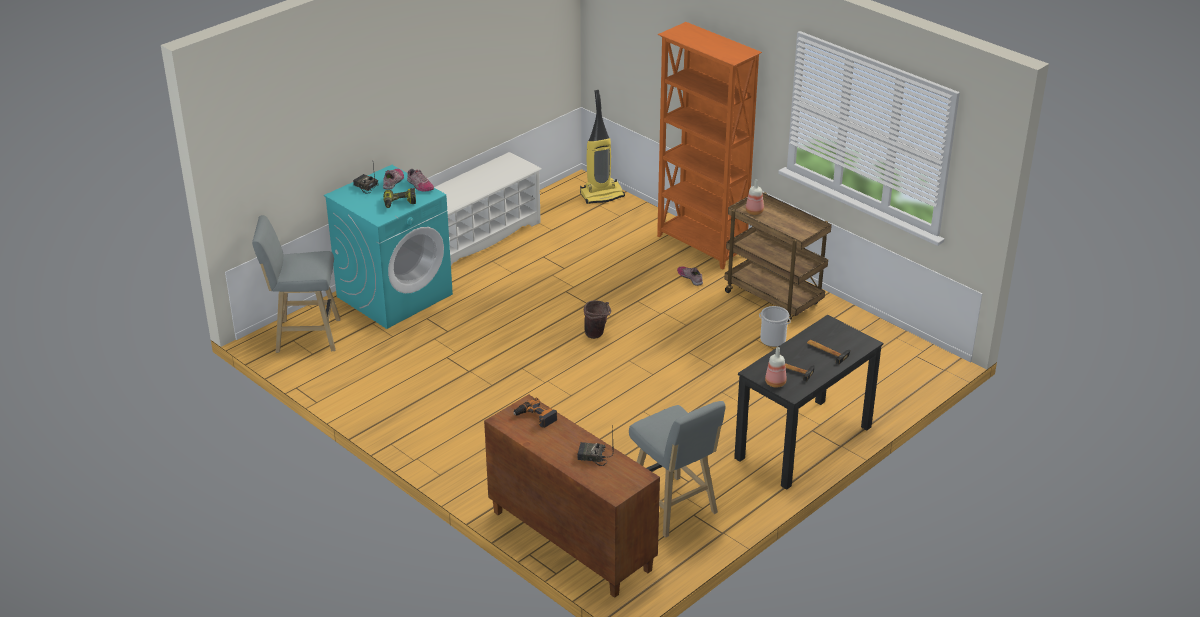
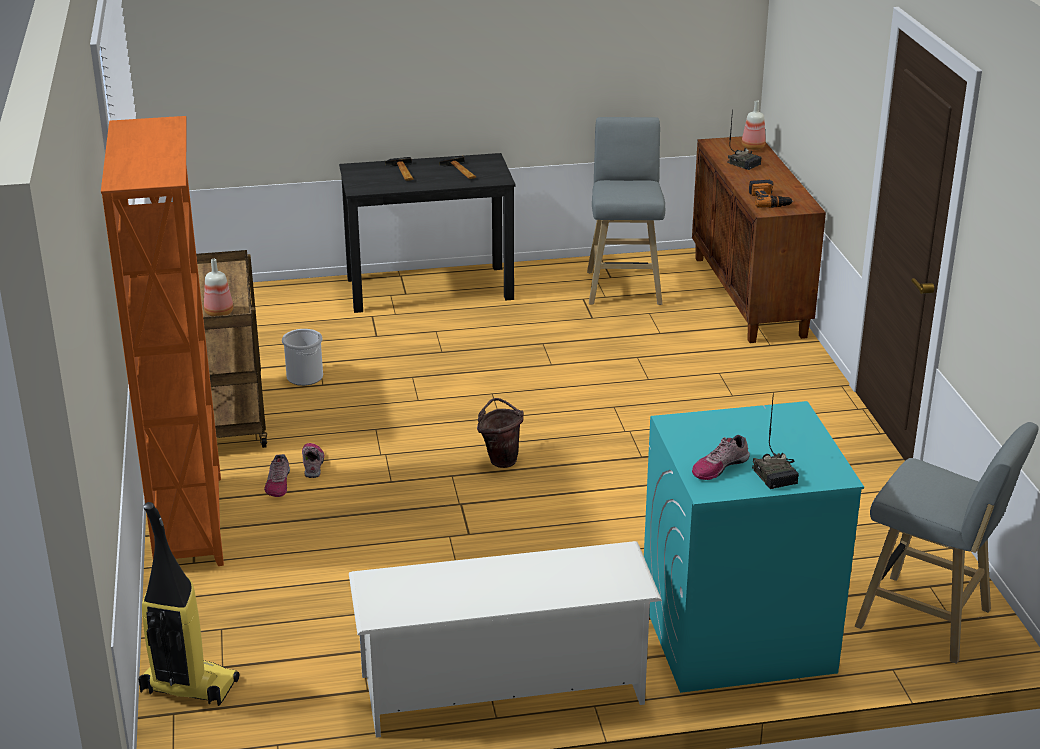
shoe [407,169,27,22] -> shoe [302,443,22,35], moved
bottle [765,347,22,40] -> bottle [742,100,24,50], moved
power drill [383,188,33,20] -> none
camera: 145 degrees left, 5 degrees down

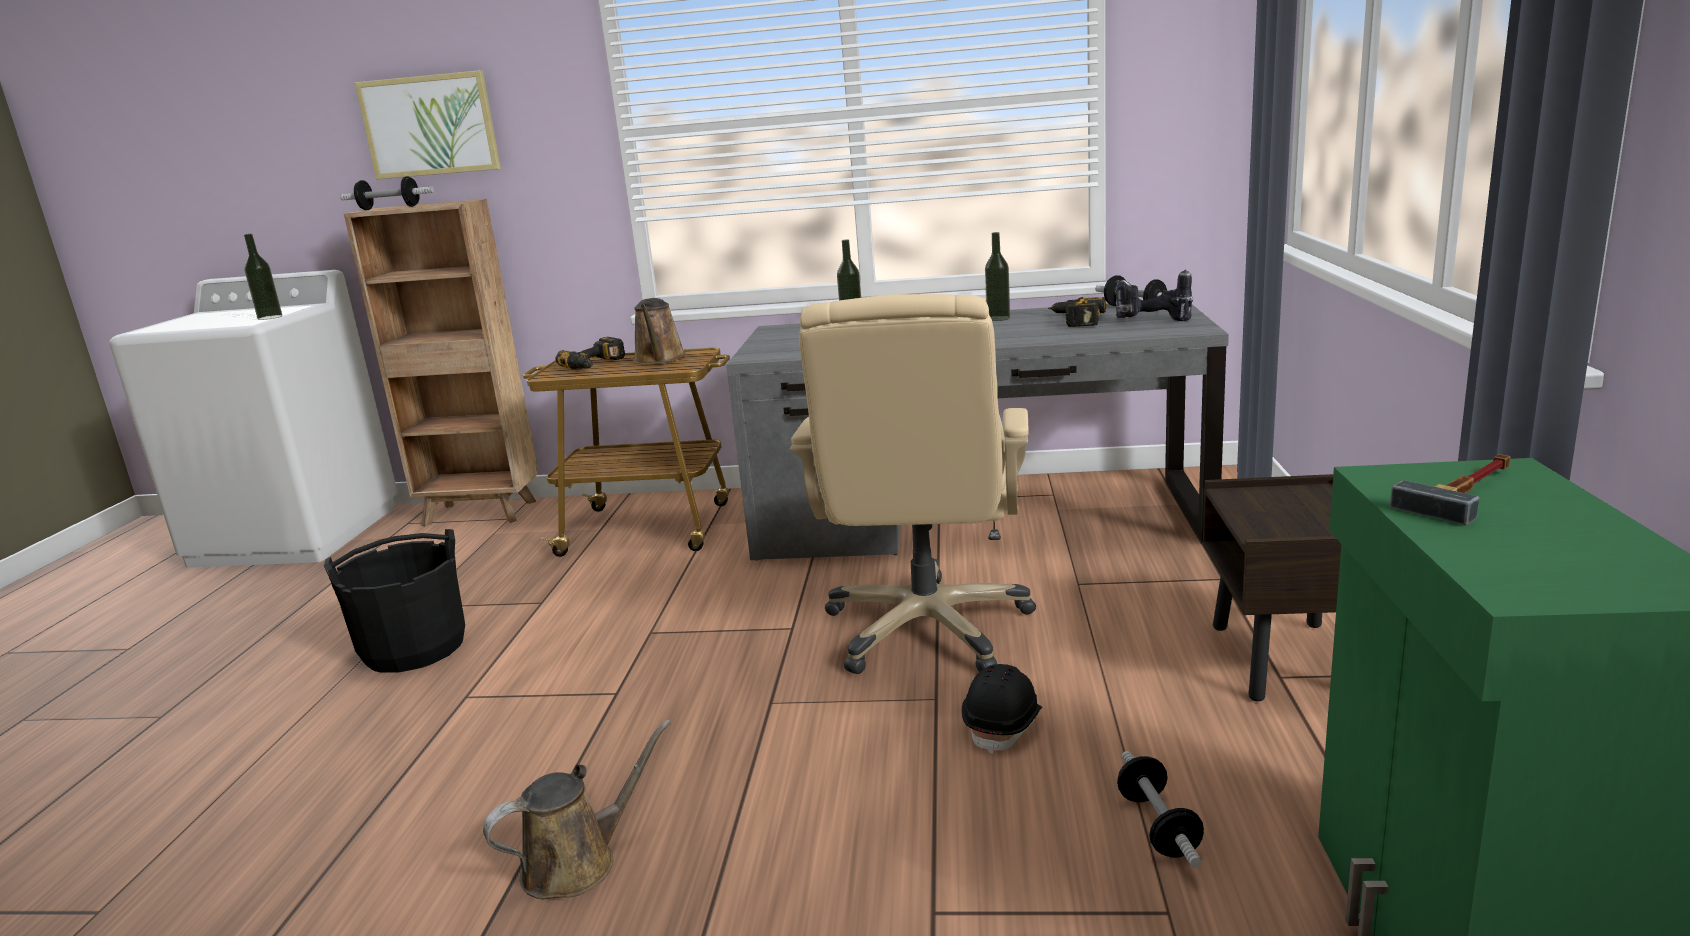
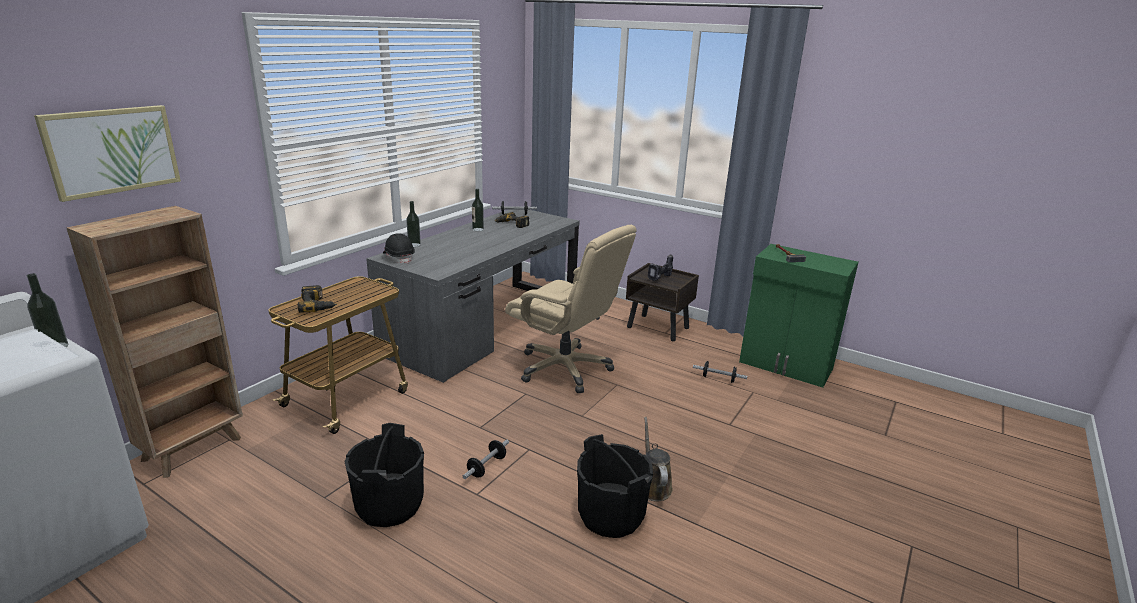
black hard hat [962,664,80,90] -> black hard hat [383,233,32,30], moved
dumbbell [340,176,94,34] -> dumbbell [463,439,46,40], moved
none -> black bucket [577,434,76,104]
power drill [1115,270,78,51] -> power drill [648,255,25,26], moved
brown watering can [634,298,52,67] -> none
camera: 65 degrees left, 5 degrees up

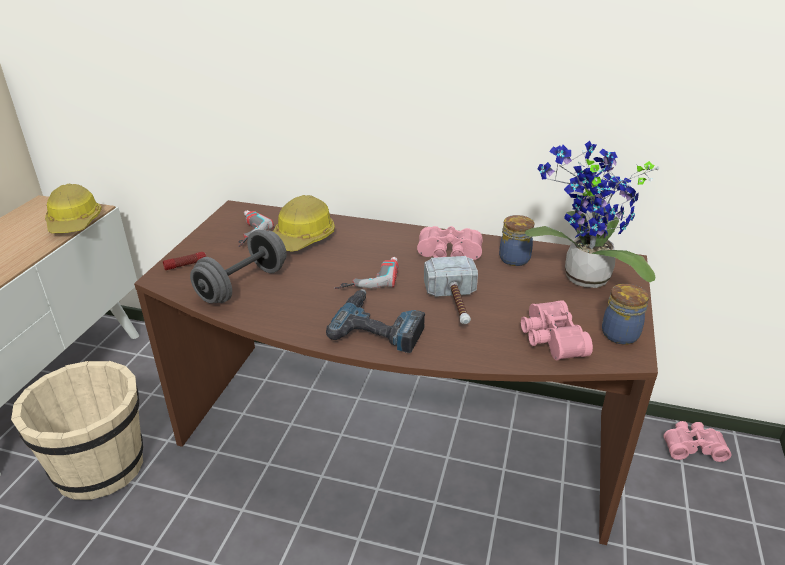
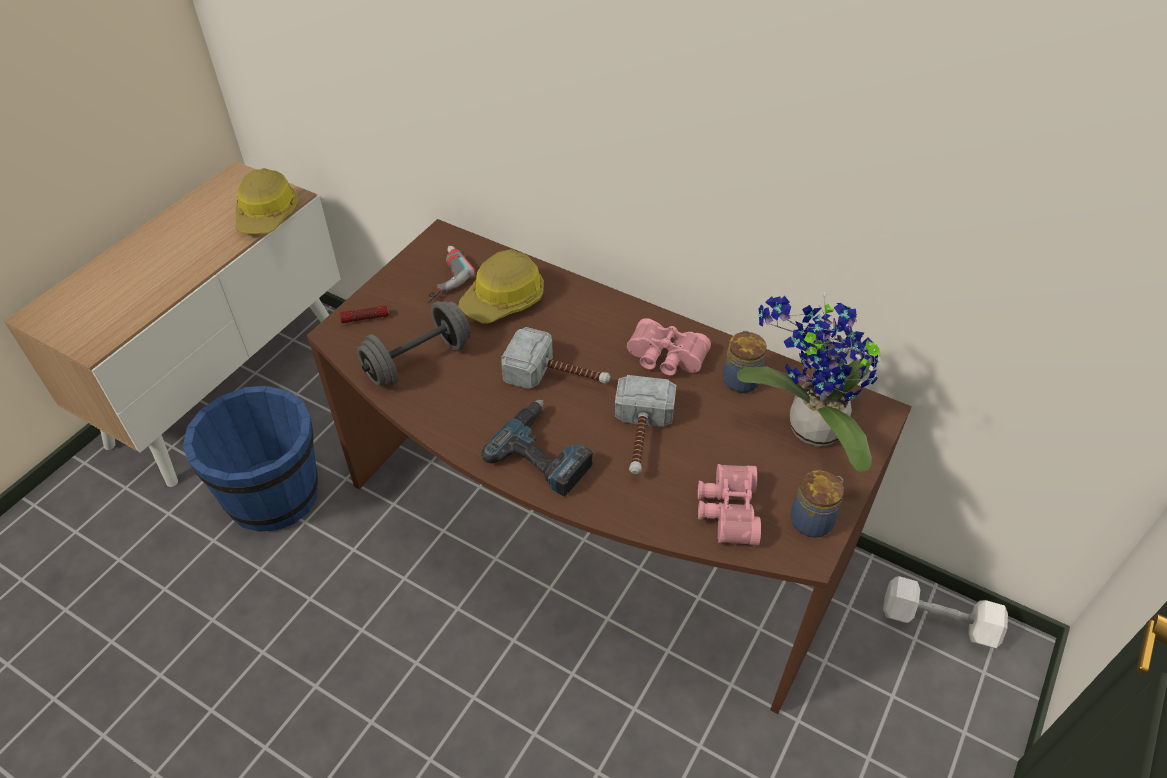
beige bucket [11,361,132,139] -> blue bucket [183,386,135,146]
power drill [334,257,65,32] -> hammer [501,327,109,62]
pink binoculars [664,421,67,41] -> white dumbbell [883,576,125,72]
camera: 15 degrees right, 15 degrees up

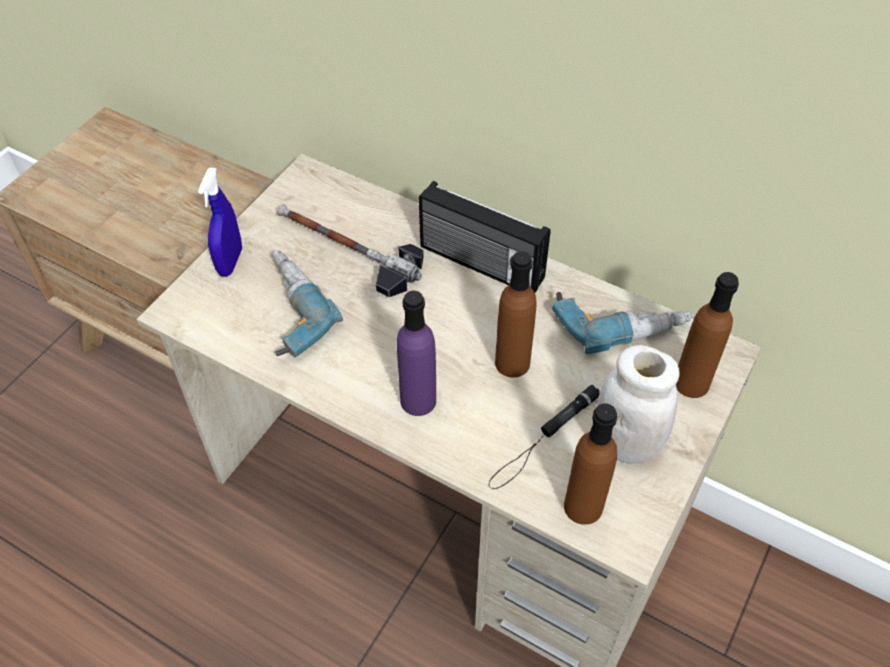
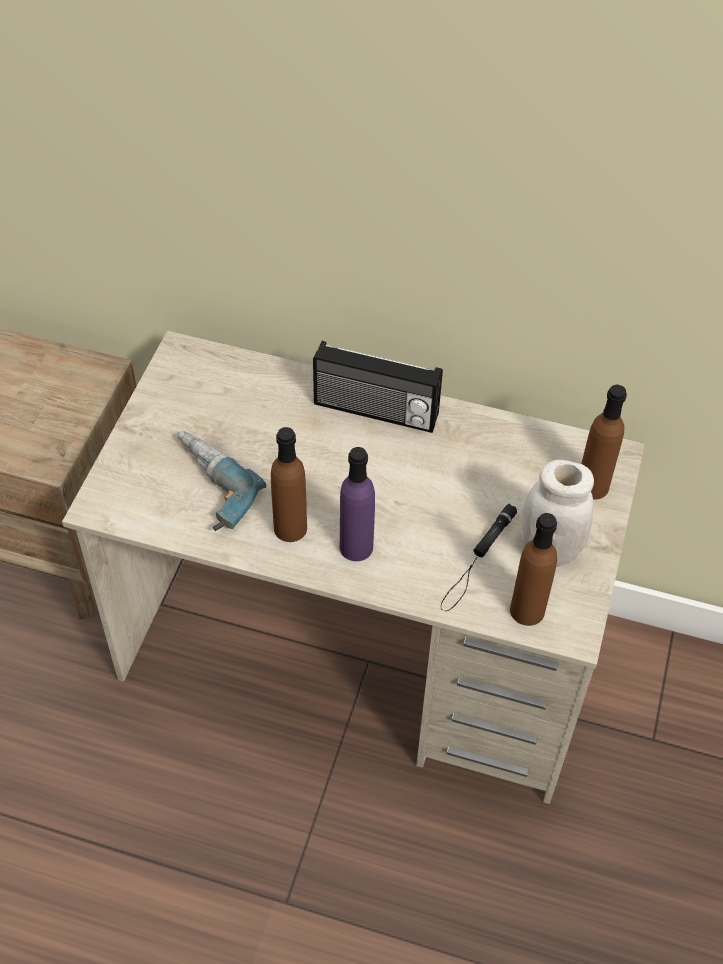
brown bottle [495,251,42,127] -> brown bottle [271,427,36,115], moved
blue spray bottle [198,167,44,110] -> none
hammer [277,204,147,93] -> none
power drill [552,292,142,62] -> none
camera: 15 degrees left, 0 degrees up

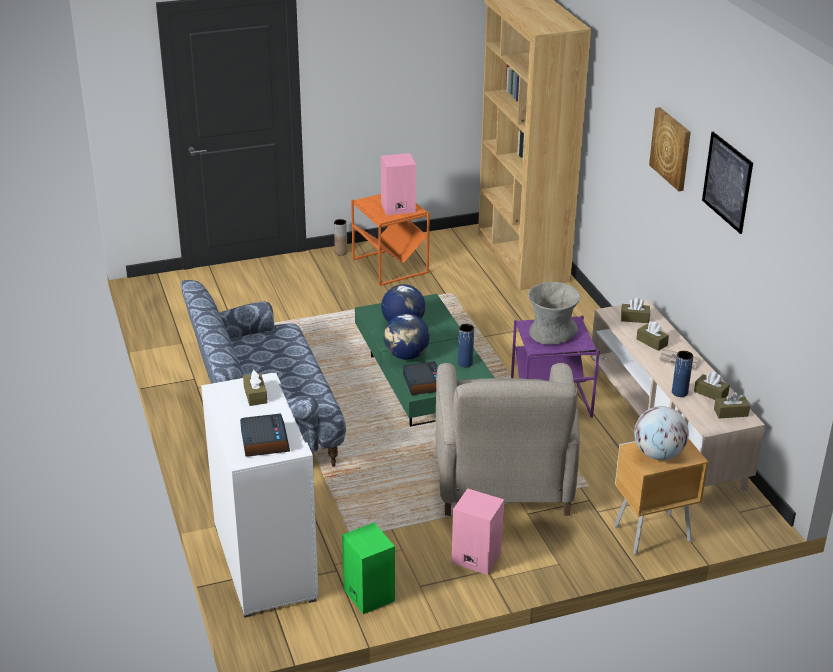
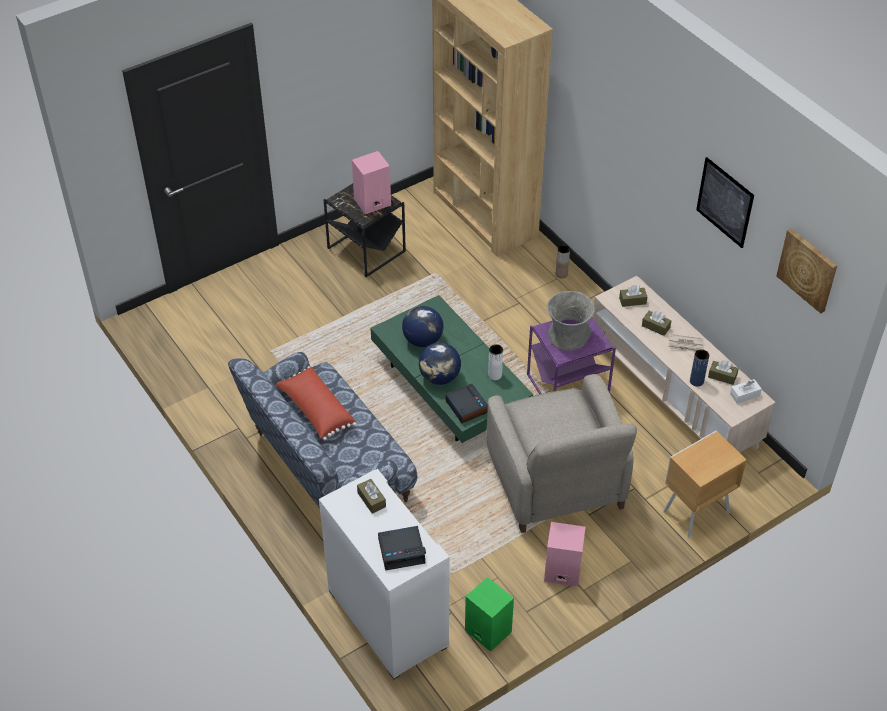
none -> red pillow [276,366,81,74]
orange side table [351,194,79,92] -> black side table [323,184,83,93]
alarm clock [240,414,50,43] -> alarm clock [378,526,48,45], 105 degrees clockwise
blue vase [458,324,16,43] -> white vase [488,344,15,36]
brown vase [334,219,13,37] -> brown vase [556,245,14,33], moved
brown tissue box [714,392,36,26] -> white tissue box [730,379,32,25]
picture [649,107,42,84] -> picture [776,228,61,86], moved
globe [634,406,55,54] -> none
camera: 15 degrees left, 15 degrees up

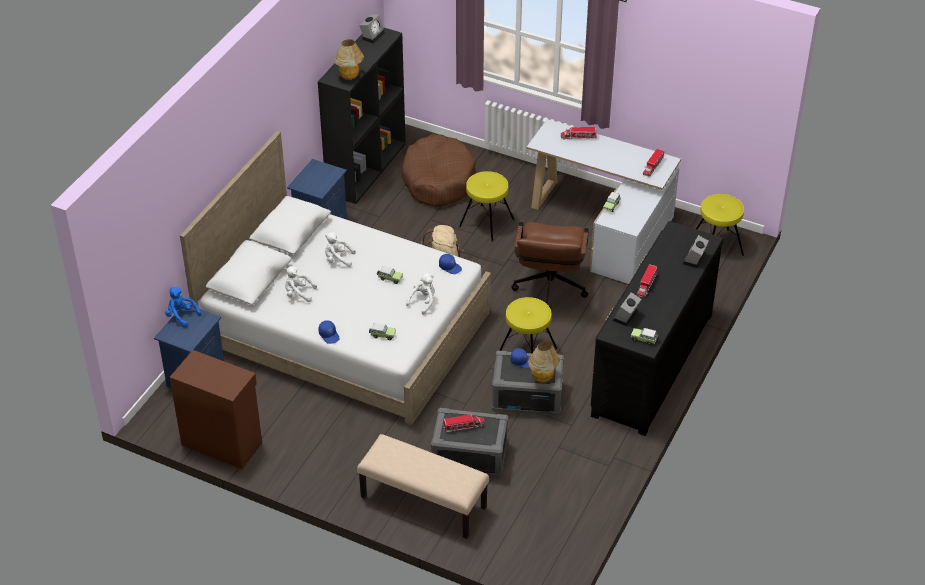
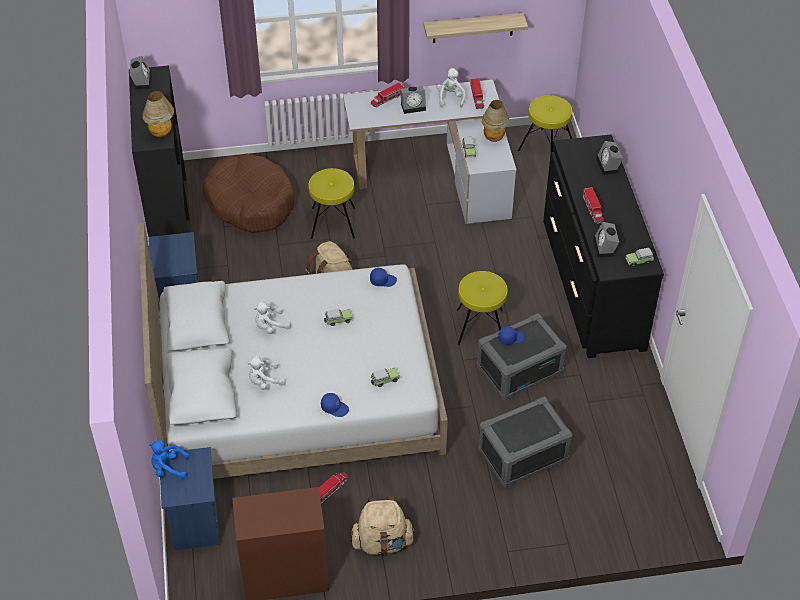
toy truck [443,414,42,18] -> toy truck [319,472,29,32], moved
none -> beige backpack [351,495,65,60]
none -> alarm clock [400,86,26,28]
none -> shelf [423,13,105,30]
white plush toy [406,273,29,42] -> white plush toy [436,68,29,40], moved
table lamp [528,341,32,41] -> table lamp [482,100,27,42], moved
beige bench [357,434,132,105] -> none
brown office chair [511,222,78,87] -> none
camera: 35 degrees left, 5 degrees up

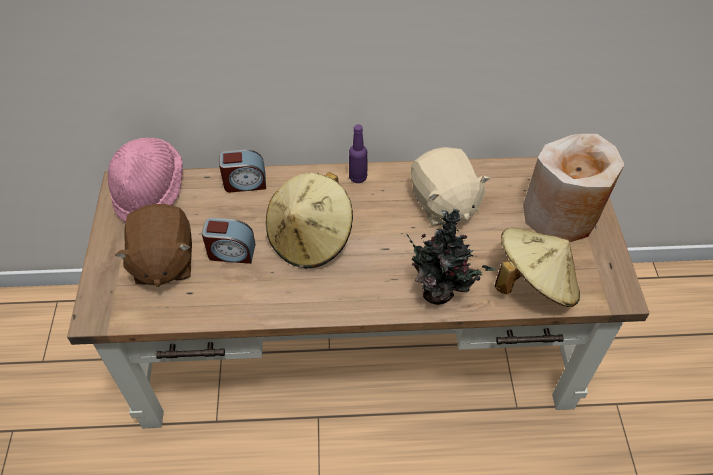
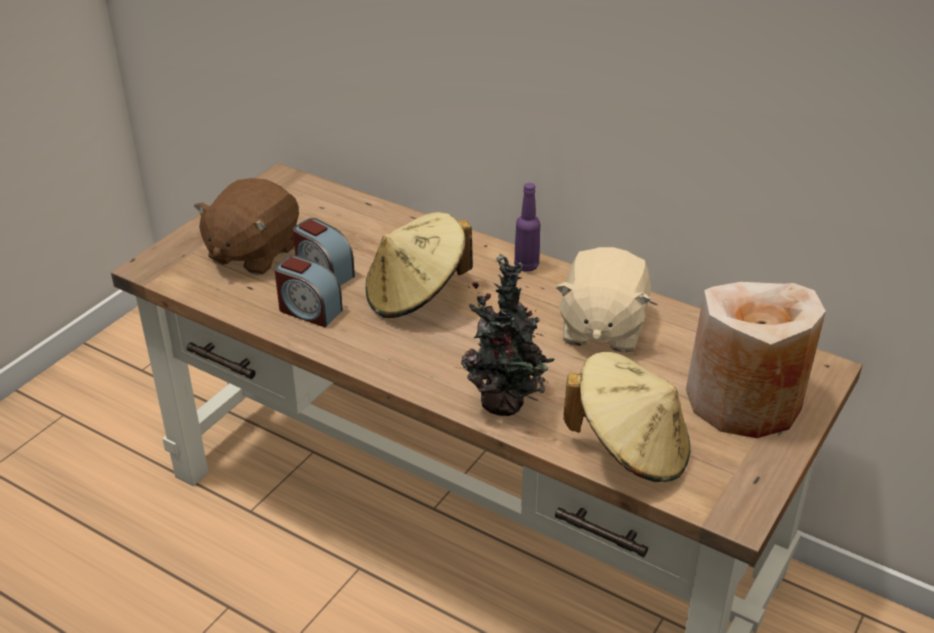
alarm clock [219,149,47,43] -> alarm clock [274,255,69,72], moved
pink hat [108,137,75,85] -> none
camera: 35 degrees right, 15 degrees down

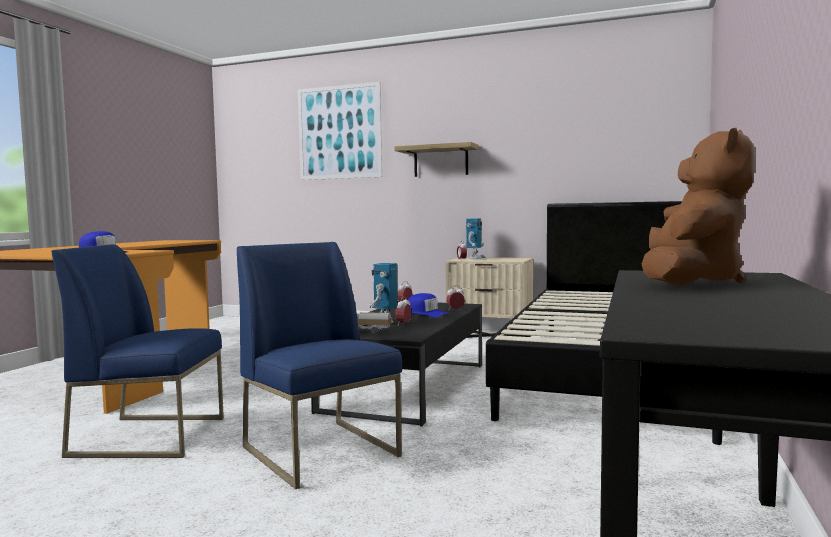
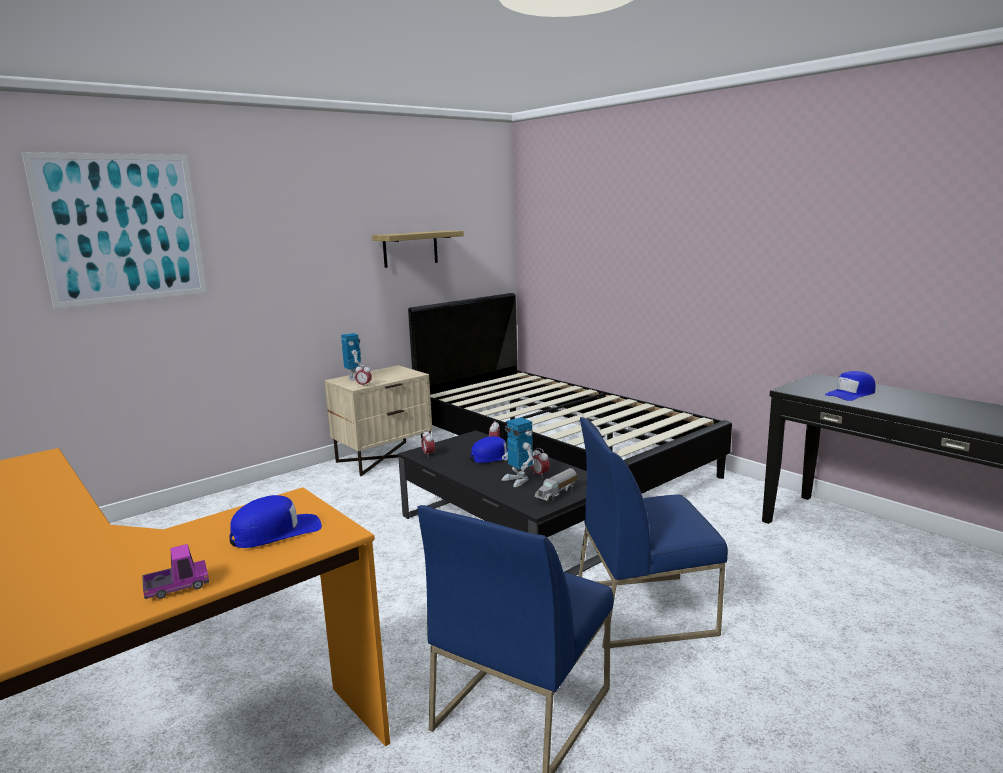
none -> toy truck [142,544,67,55]
shelf [394,142,85,35] -> shelf [371,230,93,38], moved
brown plush toy [642,128,113,157] -> blue cap [825,371,50,30]
camera: 60 degrees left, 10 degrees up

